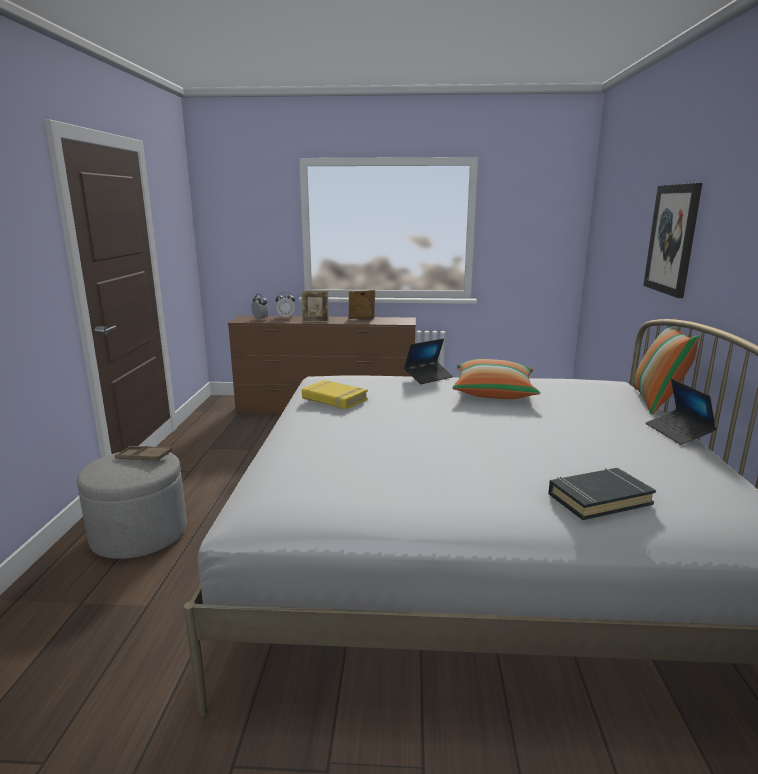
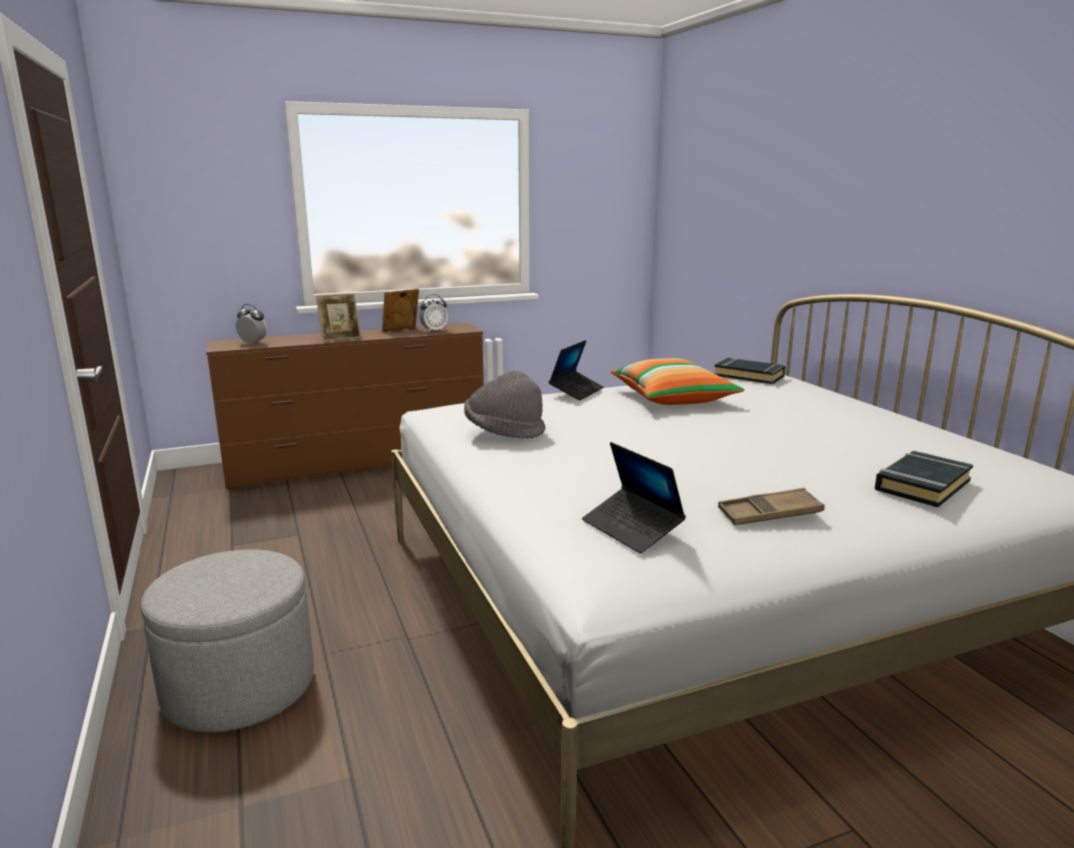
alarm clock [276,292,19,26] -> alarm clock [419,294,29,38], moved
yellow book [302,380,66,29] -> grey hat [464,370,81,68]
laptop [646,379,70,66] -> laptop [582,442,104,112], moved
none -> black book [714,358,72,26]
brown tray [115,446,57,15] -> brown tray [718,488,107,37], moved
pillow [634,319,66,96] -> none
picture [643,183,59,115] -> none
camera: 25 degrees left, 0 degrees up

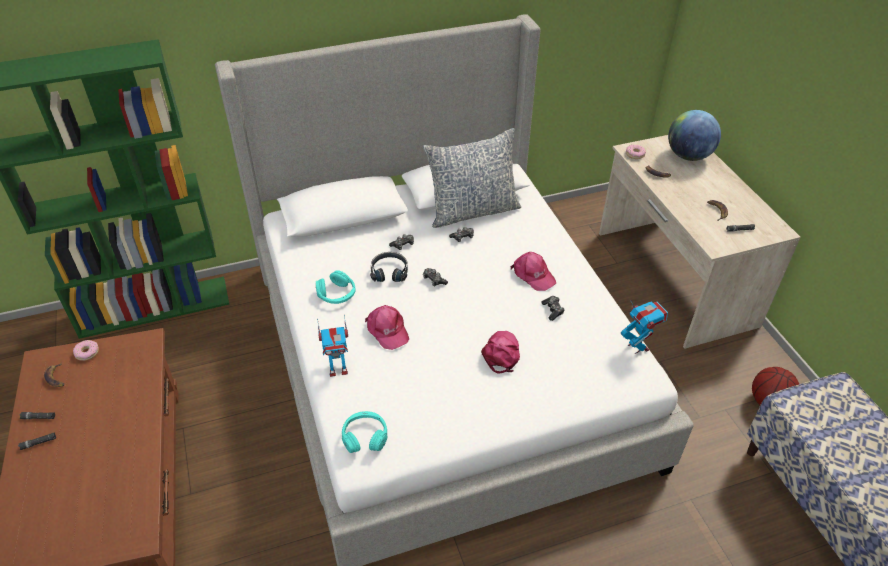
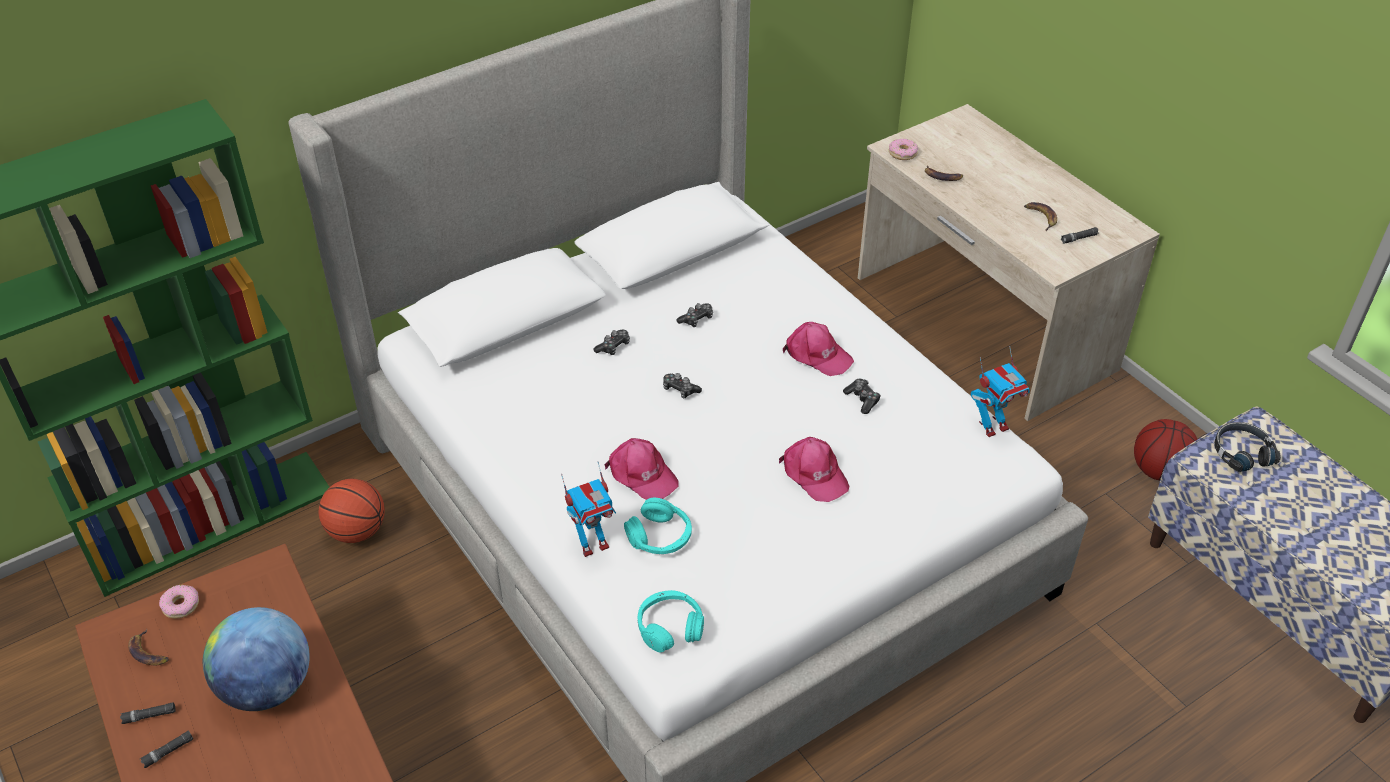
globe [668,110,53,51] -> globe [203,607,107,104], moved
none -> basketball [319,479,66,64]
turquoise headphones [316,270,40,34] -> turquoise headphones [624,498,68,56], moved
pink cap [481,331,39,43] -> pink cap [779,437,70,65], 150 degrees clockwise
toy robot [620,300,48,54] -> toy robot [971,346,59,91], 105 degrees clockwise
black headphones [370,252,38,30] -> black headphones [1214,422,67,50], moved
pillow [423,128,98,100] -> none
camera: 15 degrees left, 0 degrees up

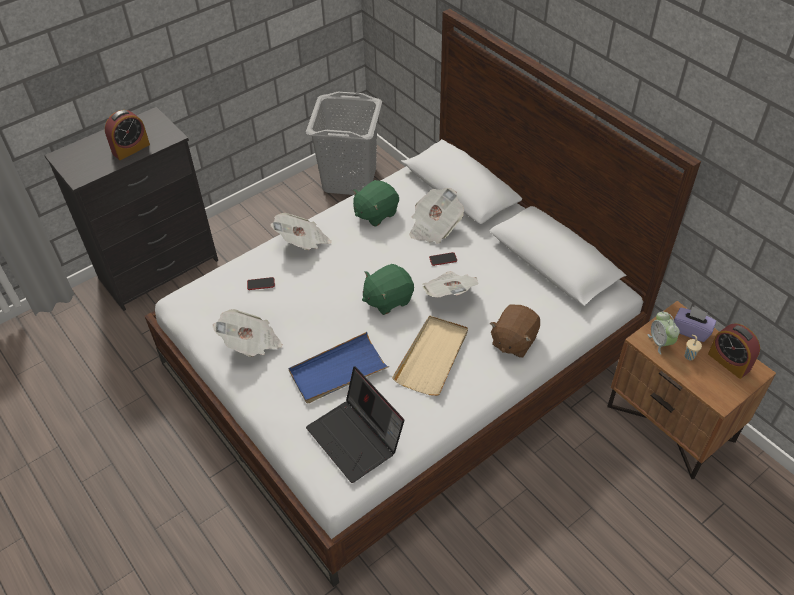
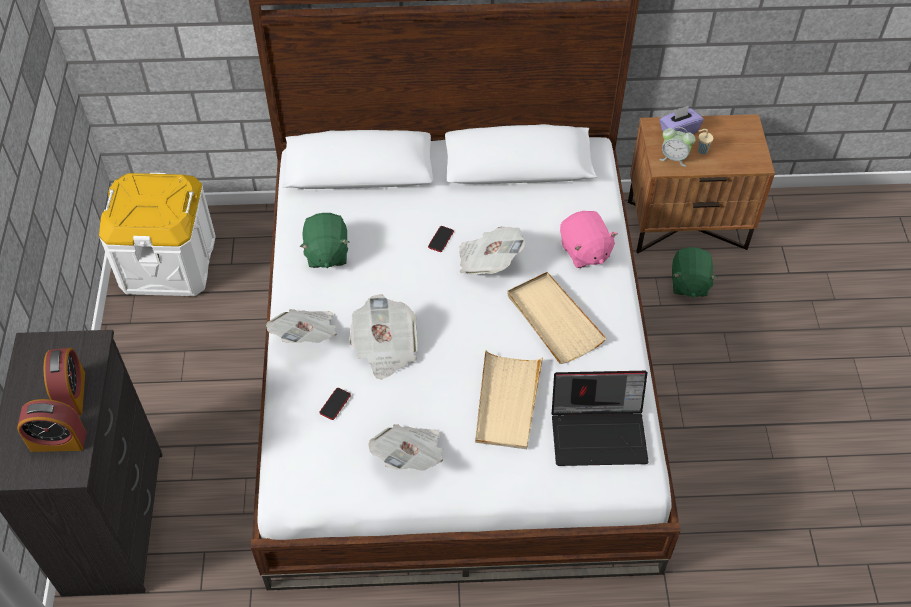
alarm clock [708,323,52,56] -> alarm clock [17,399,70,53], moved
grey laundry basket [306,92,76,103] -> white storage box [99,173,117,123]
newspaper [410,188,54,56] -> newspaper [349,294,68,86], moved
blue tray [288,332,101,71] -> beige tray [475,350,68,99]
brown plush toy [490,304,50,54] -> pink plush toy [560,211,58,57]
green plush toy [362,264,52,51] -> green plush toy [672,247,45,51], moved
camera: 55 degrees left, 5 degrees up

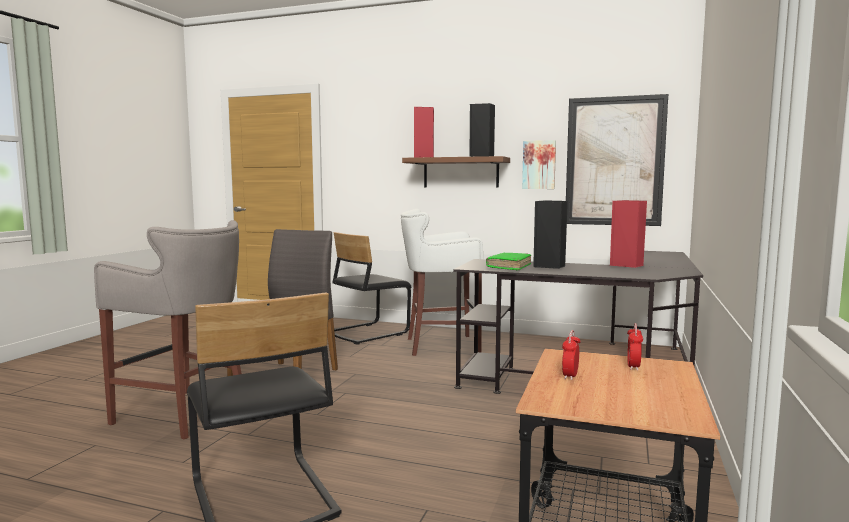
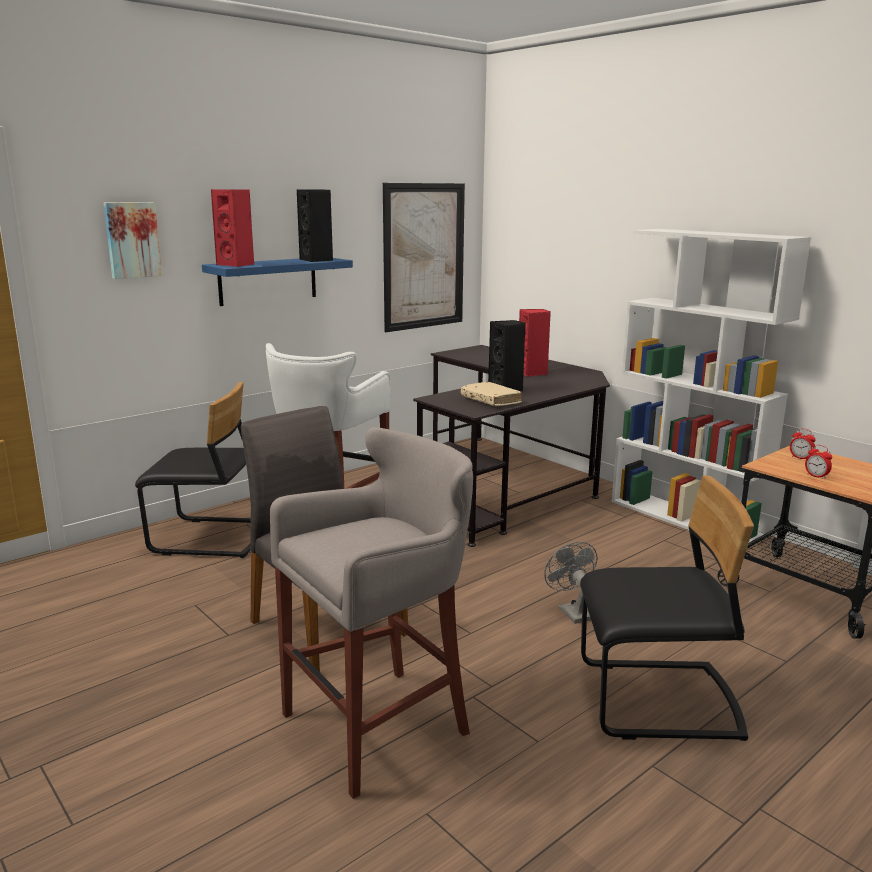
picture [522,140,34,49] -> picture [104,202,58,77], moved
black chair [333,232,79,113] -> black chair [135,382,116,176], 75 degrees counterclockwise
brown shelf [402,156,108,32] -> blue shelf [202,258,151,48]
green book [486,253,45,17] -> beige book [461,381,61,25]
none -> grey fan [544,542,54,82]
none -> white bookcase [611,229,200,313]
camera: 60 degrees left, 10 degrees up

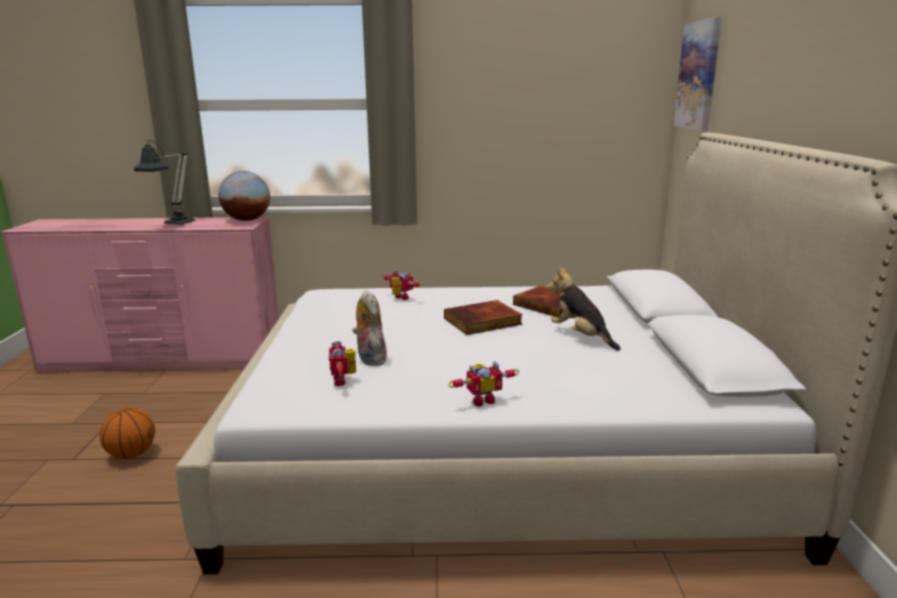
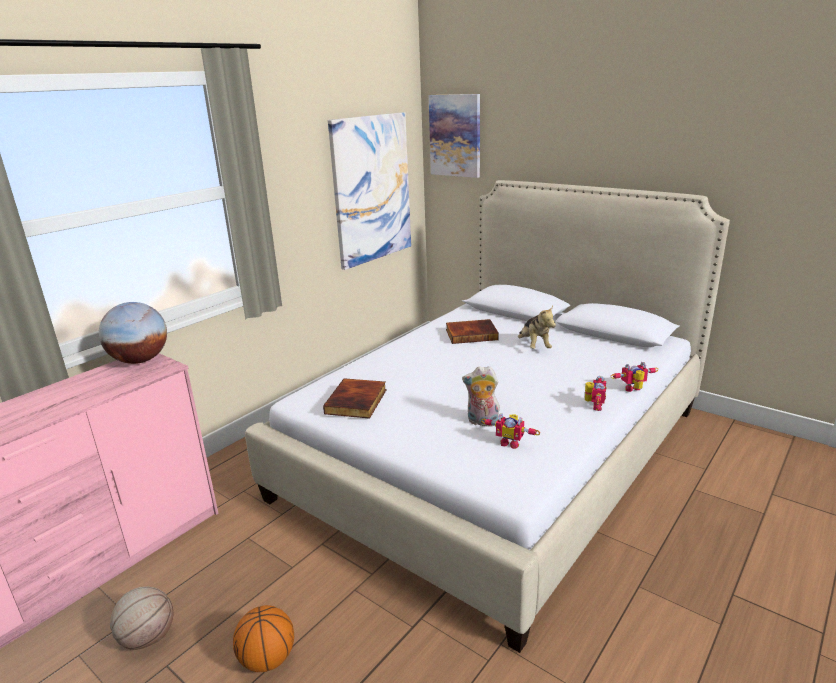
none -> basketball [110,586,63,64]
book [444,300,79,35] -> book [323,378,64,41], moved
none -> picture [328,112,83,158]
plush toy [547,267,74,84] -> plush toy [518,306,38,43], 105 degrees counterclockwise
toy robot [382,269,40,31] -> toy robot [611,362,47,30], moved
table lamp [133,140,62,85] -> none
camera: 50 degrees left, 5 degrees up

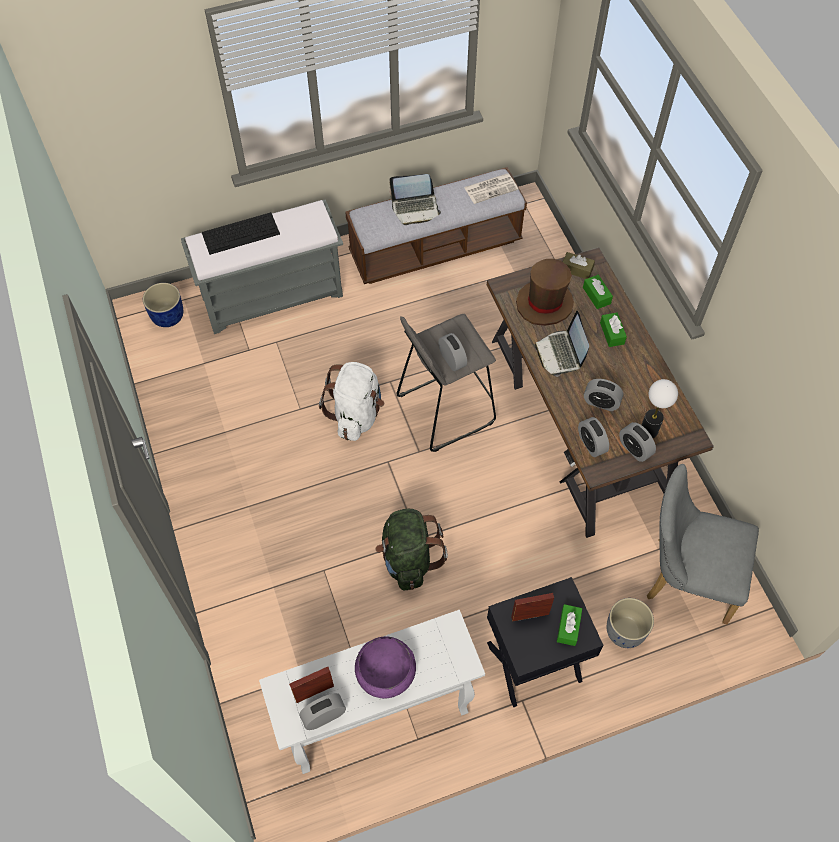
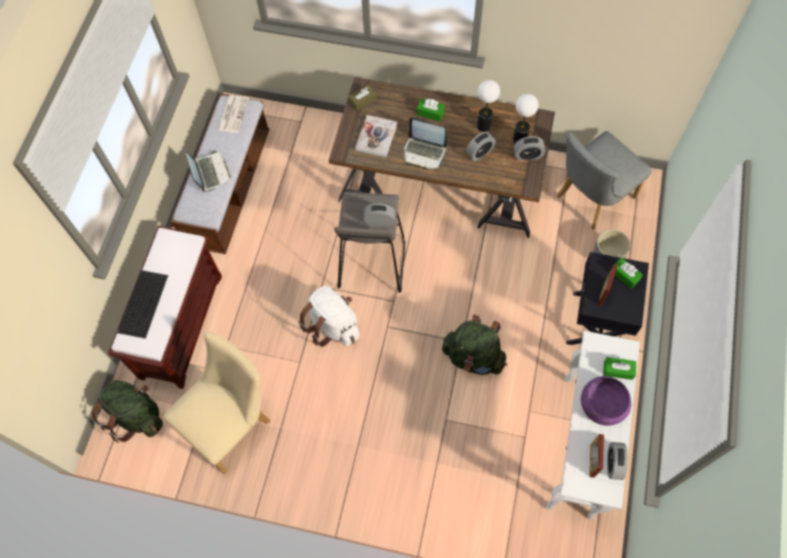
blue planter [143,283,40,44] -> green backpack [91,380,72,63]
grey bench [181,199,162,135] -> brown bench [108,226,114,163]
none -> beige chair [164,332,106,142]
laptop [389,174,52,51] -> laptop [185,151,46,41], 45 degrees counterclockwise
brown hat [516,259,58,67] -> book [355,115,43,42]
none -> table lamp [477,80,23,52]
green tissue box [583,275,30,34] -> green tissue box [603,357,33,23], moved
alarm clock [578,417,31,40] -> none
camera: 55 degrees left, 5 degrees up

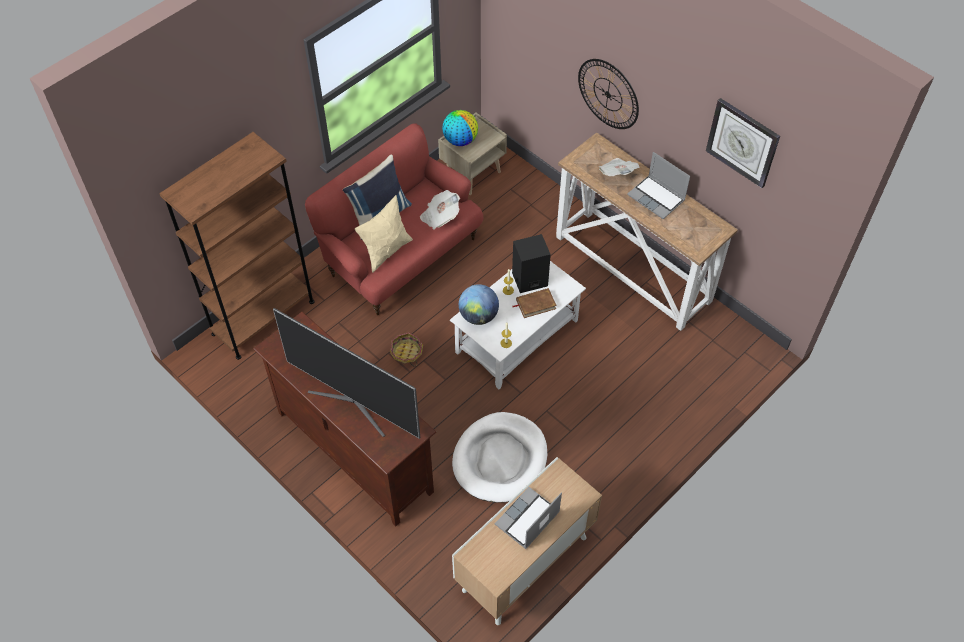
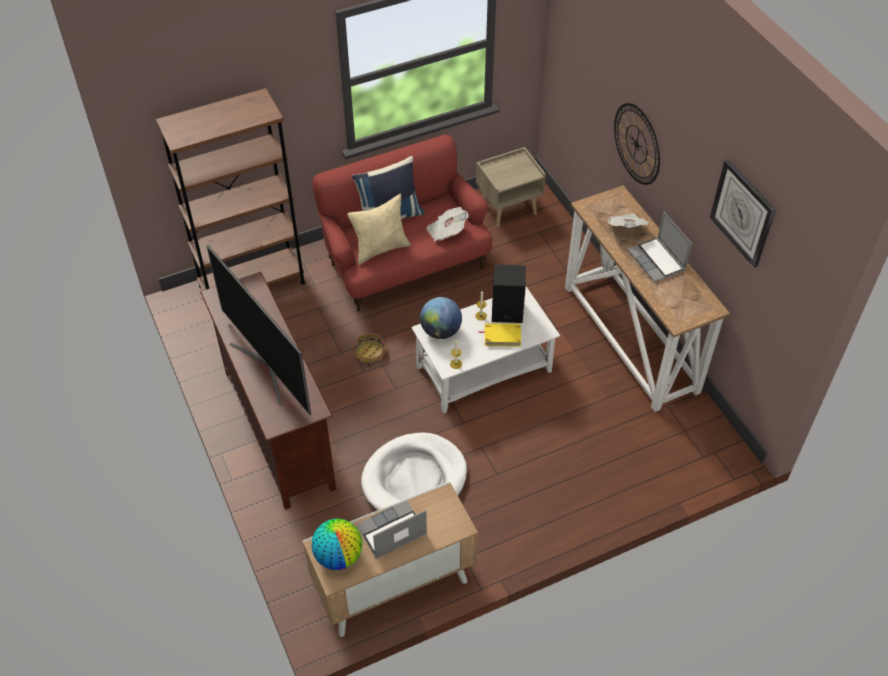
globe [442,110,36,36] -> globe [312,519,50,51], moved
brown book [513,288,44,30] -> yellow book [478,323,43,24]
camera: 20 degrees right, 5 degrees down

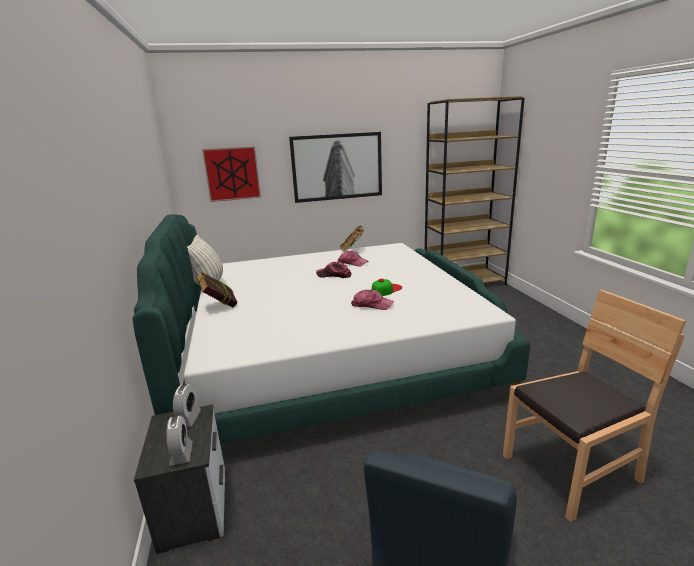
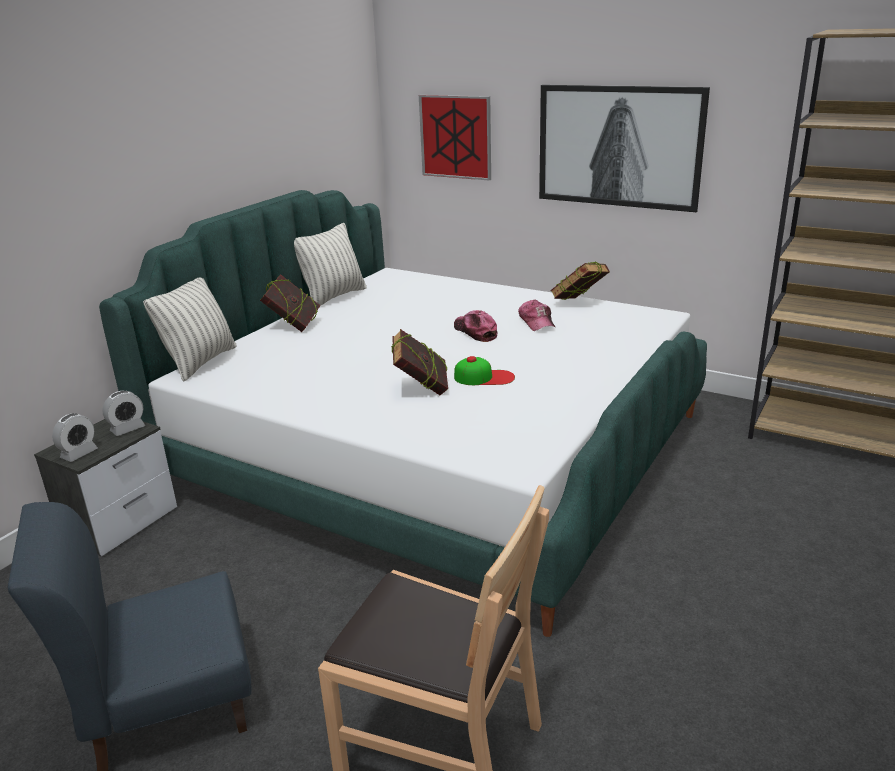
none -> pillow [143,278,93,104]
cap [351,289,43,21] -> book [391,329,57,66]
camera: 45 degrees right, 5 degrees up

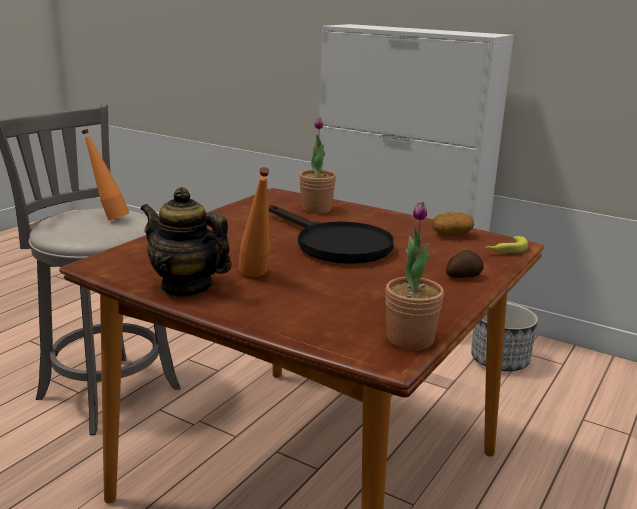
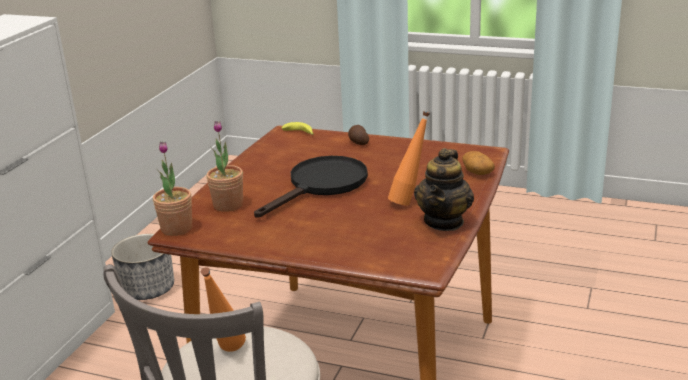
potted plant [385,202,59,149] -> potted plant [153,142,39,94], moved
potato [432,212,42,24] -> potato [462,151,33,24], moved
camera: 100 degrees left, 5 degrees up

